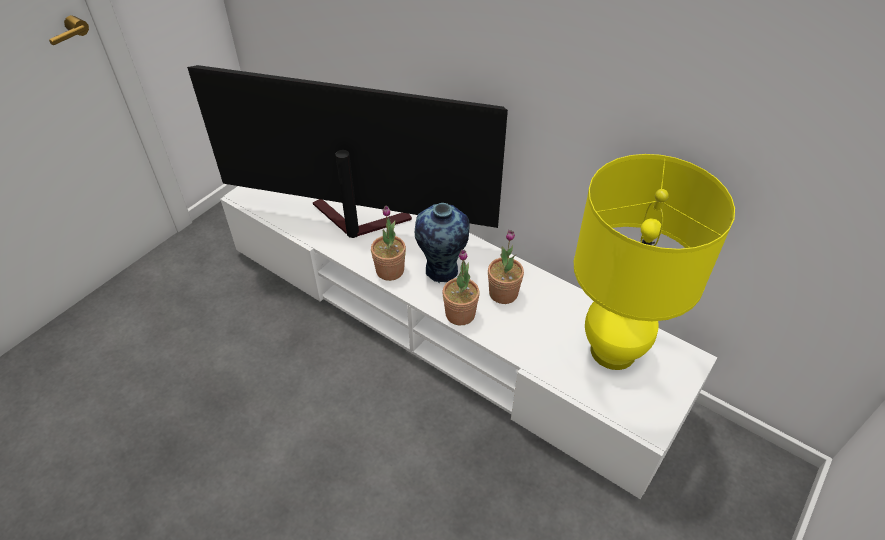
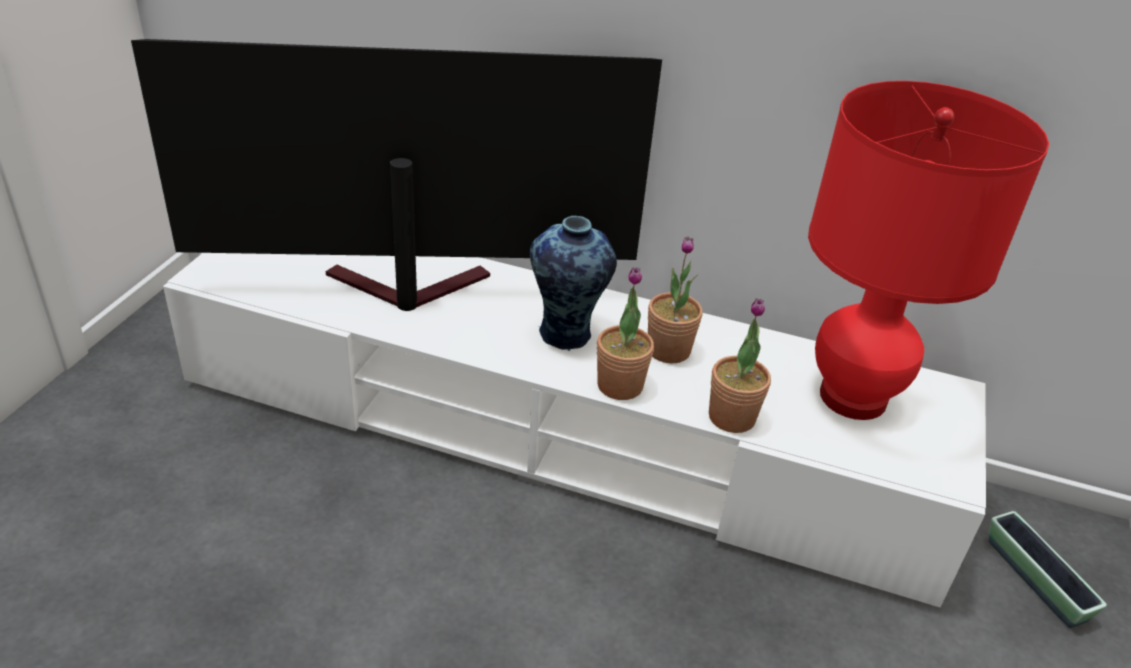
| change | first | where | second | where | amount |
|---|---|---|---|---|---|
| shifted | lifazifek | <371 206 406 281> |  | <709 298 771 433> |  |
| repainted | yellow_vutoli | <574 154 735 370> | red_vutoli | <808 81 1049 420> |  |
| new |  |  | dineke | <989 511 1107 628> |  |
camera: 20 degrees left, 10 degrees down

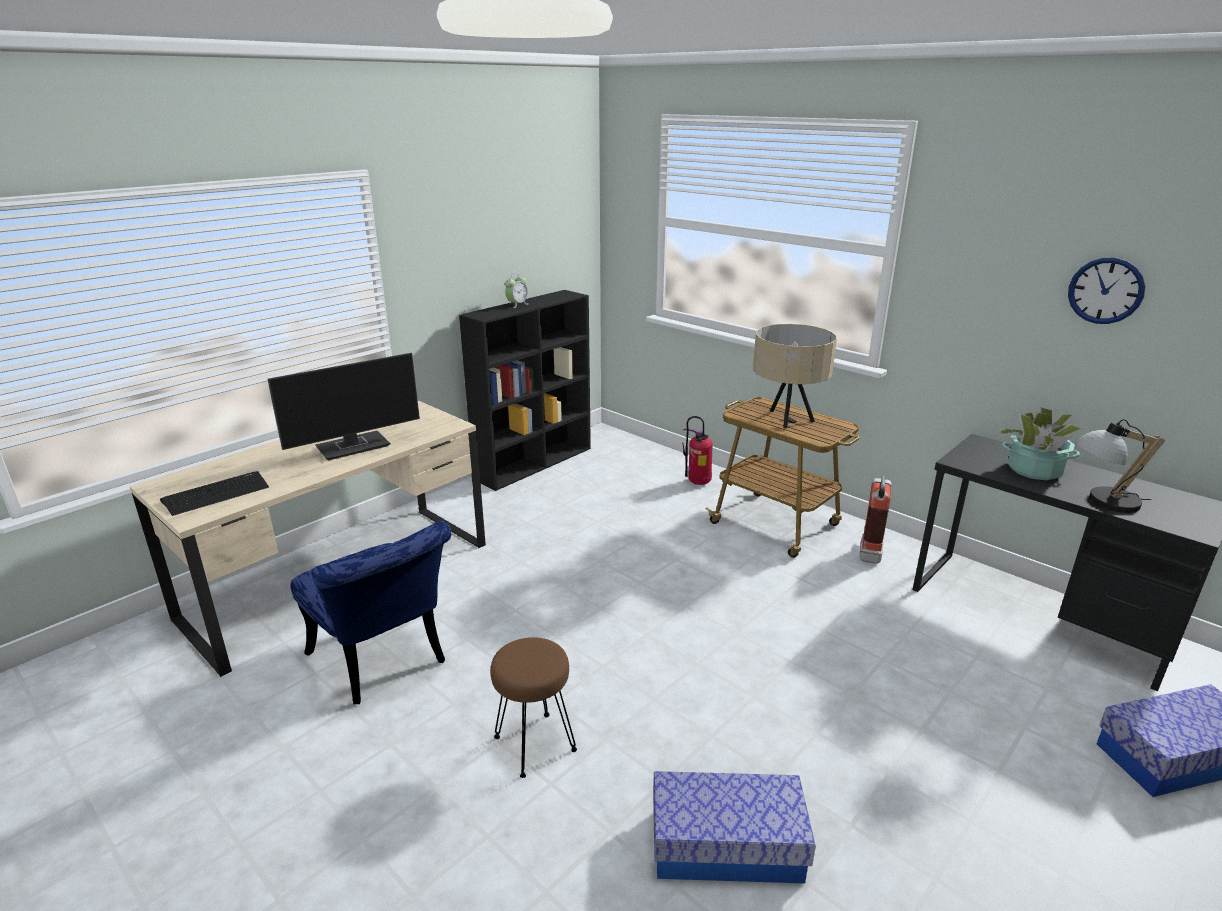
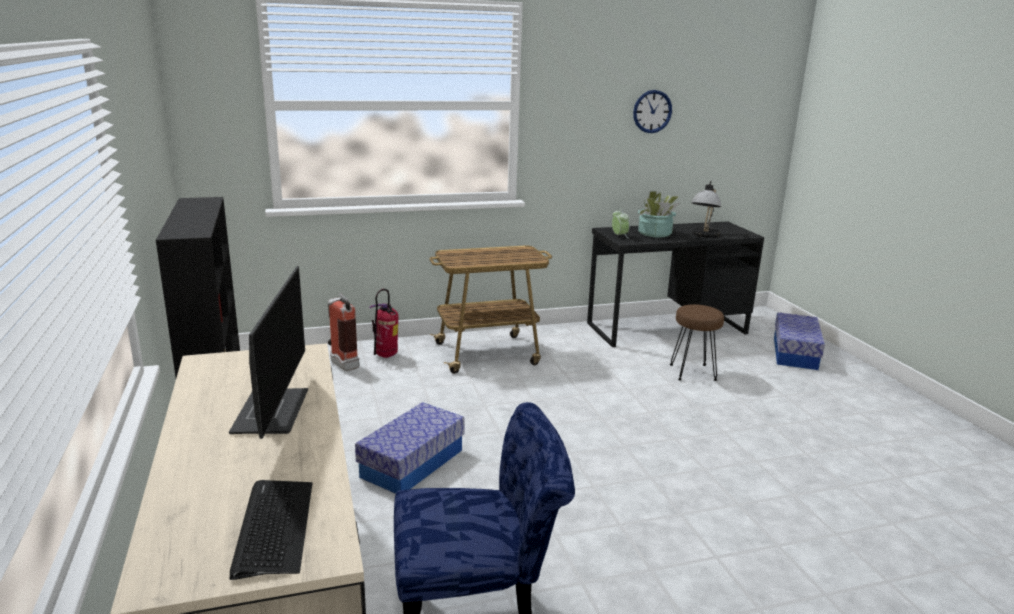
| change | first | where | second | where | amount |
|---|---|---|---|---|---|
| shifted | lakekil | <859 476 892 564> |  | <328 293 359 371> |  |
| shifted | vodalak | <653 771 816 883> |  | <355 402 465 494> |  |
| shifted | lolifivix | <505 273 528 308> |  | <612 208 629 239> |  |
| shifted | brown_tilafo | <491 637 577 778> |  | <670 304 724 381> |  |
| gone | beige_vutoli | <753 324 837 429> |  |  |  |
camera: 60 degrees left, 5 degrees down

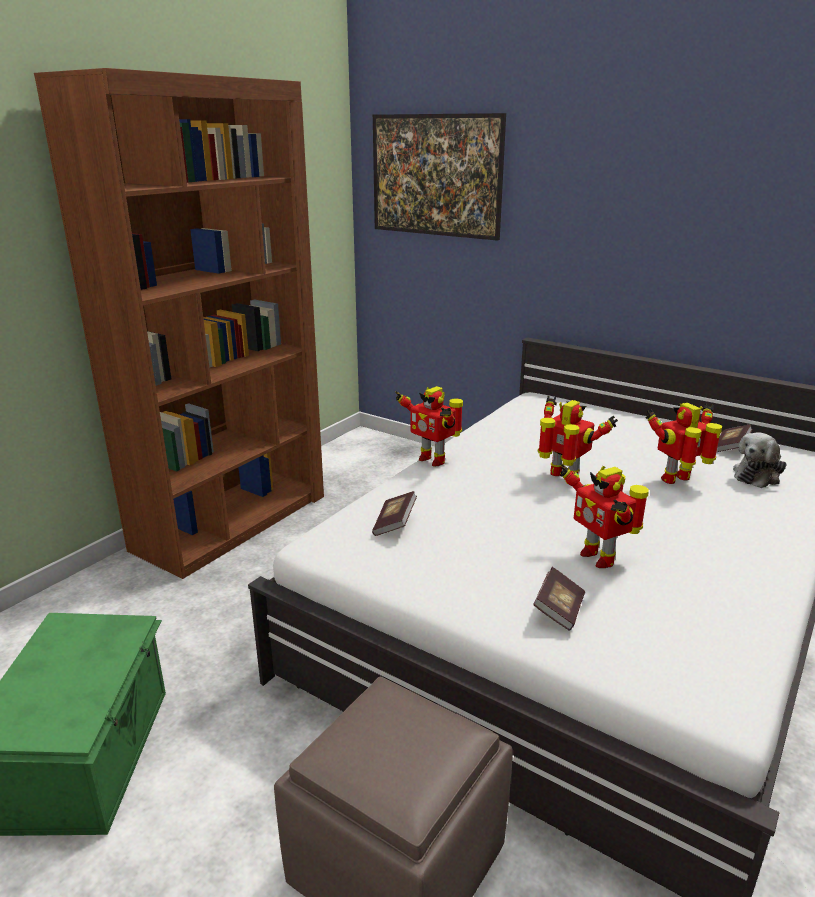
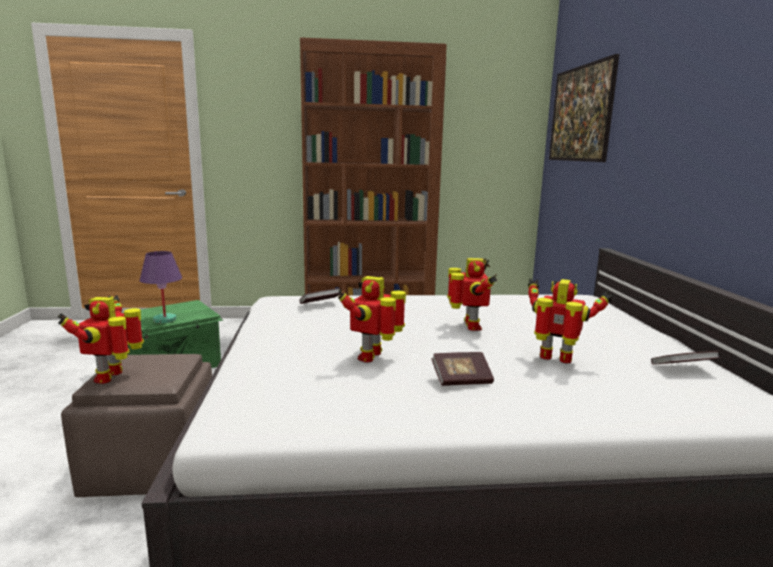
| change | first | where | second | where | amount |
|---|---|---|---|---|---|
| shifted | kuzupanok | <396 386 463 467> |  | <58 295 144 384> |  |
| new |  |  | purple_vutoli | <140 251 182 323> |  |
| shifted | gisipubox | <533 567 585 631> |  | <431 352 494 386> |  |
| gone | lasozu | <733 432 786 488> |  |  |  |
camera: 50 degrees right, 10 degrees down

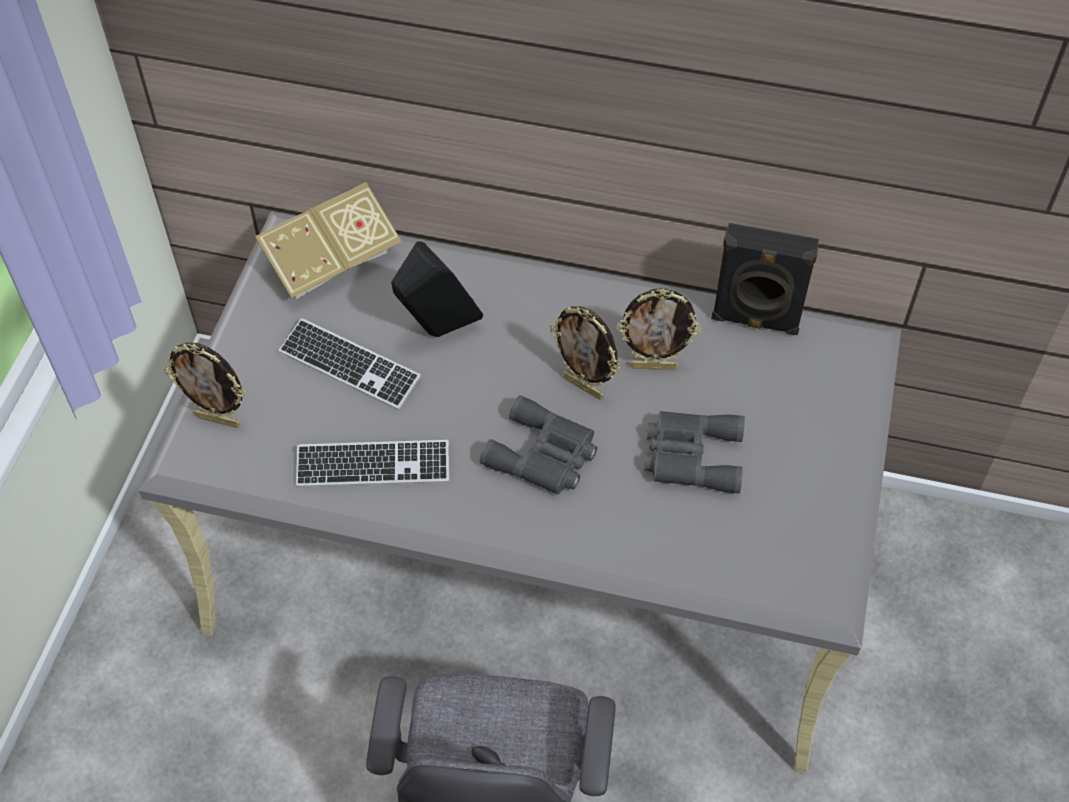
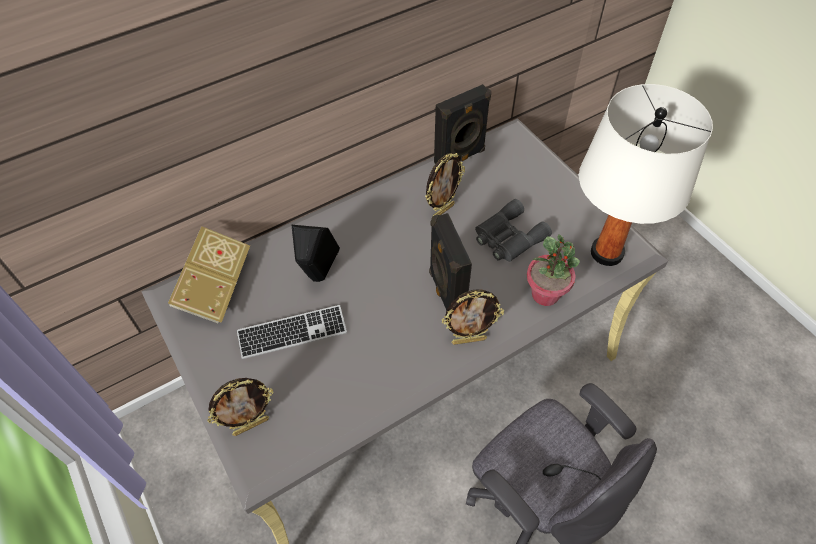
| change | first | where | second | where | amount |
|---|---|---|---|---|---|
| swapped | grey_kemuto | <480 395 597 495> | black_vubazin | <429 213 472 311> |  |
| shifted | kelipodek | <550 306 620 400> |  | <442 290 504 345> |  |
| new |  |  | lifazifek | <527 234 580 306> |  |
| new |  |  | white_vutoli | <579 84 713 266> |  |
| gone | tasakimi | <296 440 449 487> |  |  |  |
camera: 45 degrees left, 0 degrees up

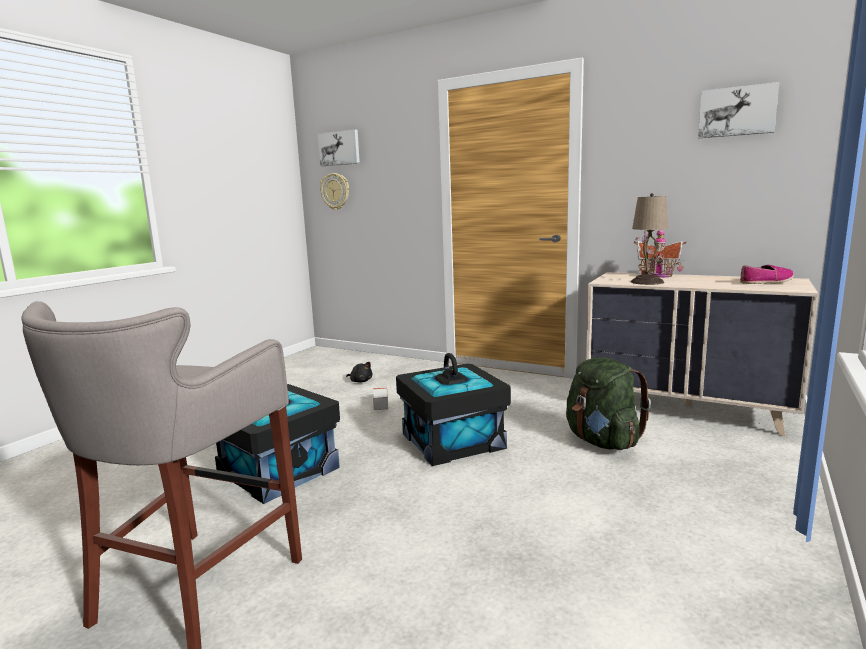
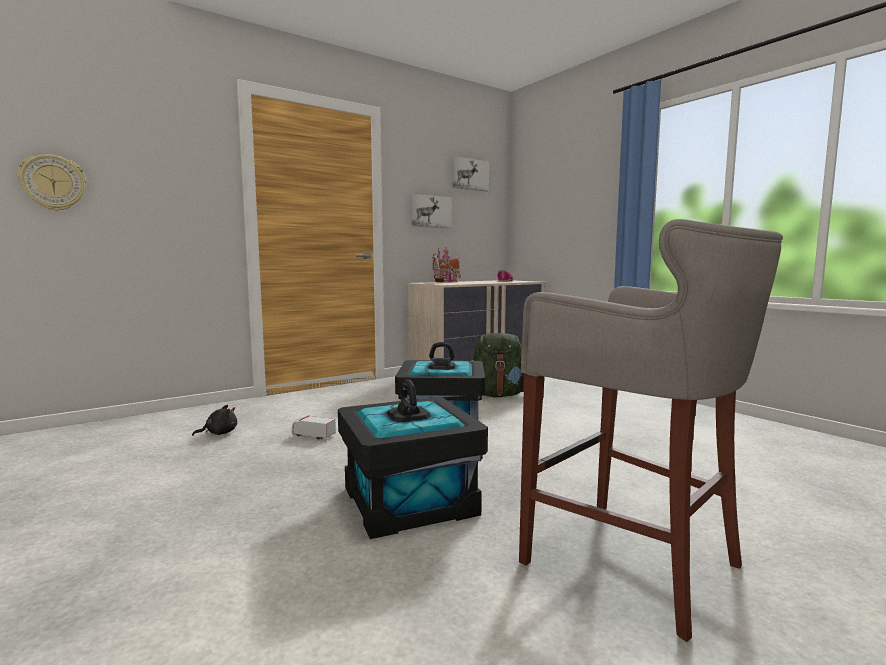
| change | first | where | second | where | amount |
|---|---|---|---|---|---|
| shifted | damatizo | <318 129 360 166> |  | <411 194 451 228> |  |
| gone | beige_vutoli | <631 193 668 285> |  |  |  |
camera: 65 degrees left, 5 degrees down

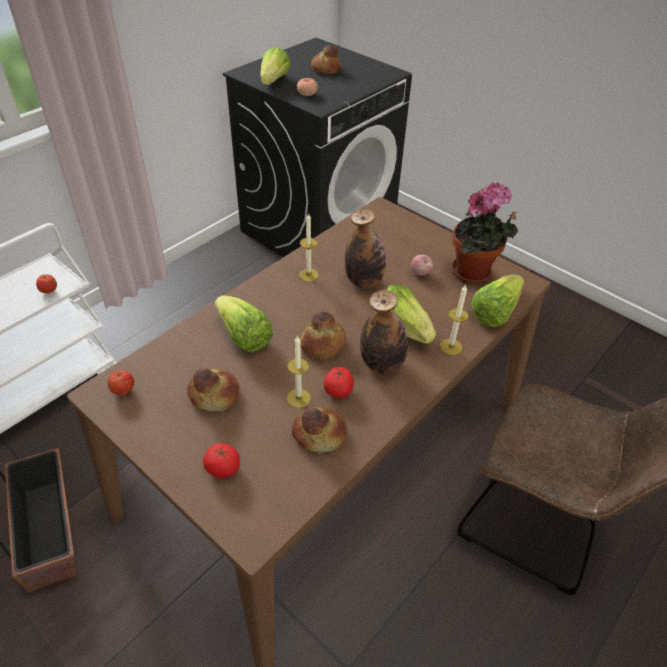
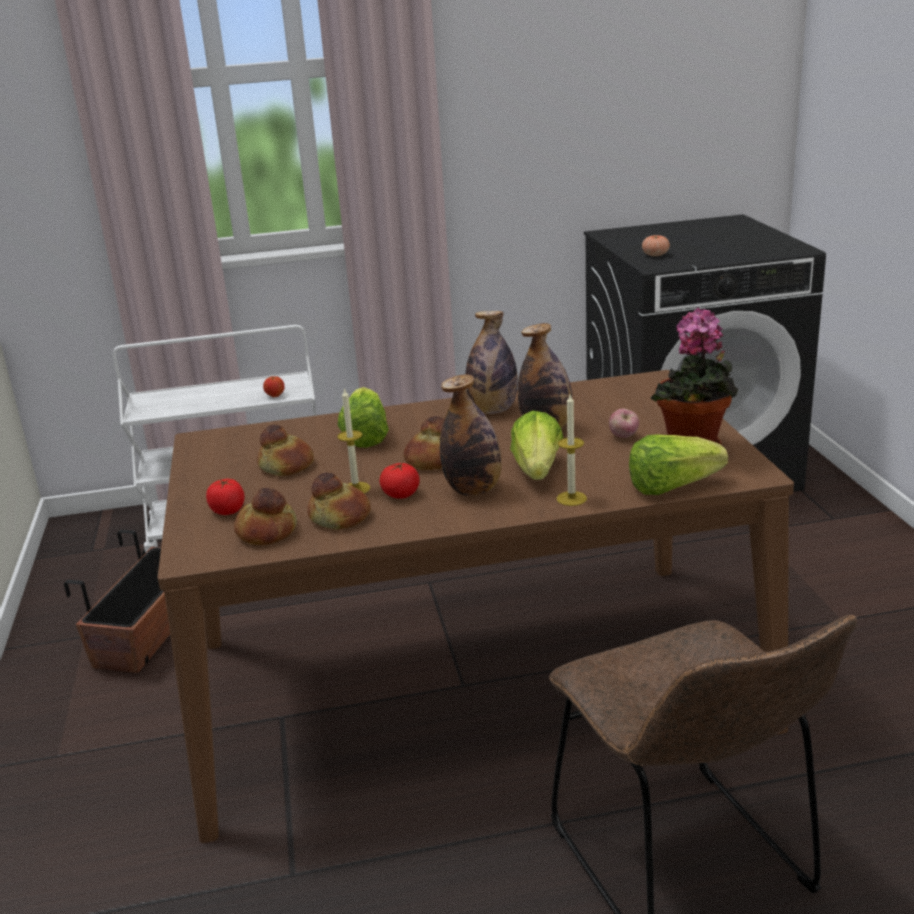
| change | first | where | second | where | amount |
|---|---|---|---|---|---|
| shifted | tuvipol | <311 45 341 74> |  | <234 488 297 545> |  |
| swapped | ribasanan | <299 213 319 282> | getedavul | <466 311 518 414> |  |
| gone | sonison | <108 370 134 395> |  |  |  |
| gone | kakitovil | <260 47 291 85> |  |  |  |
camera: 40 degrees right, 20 degrees down

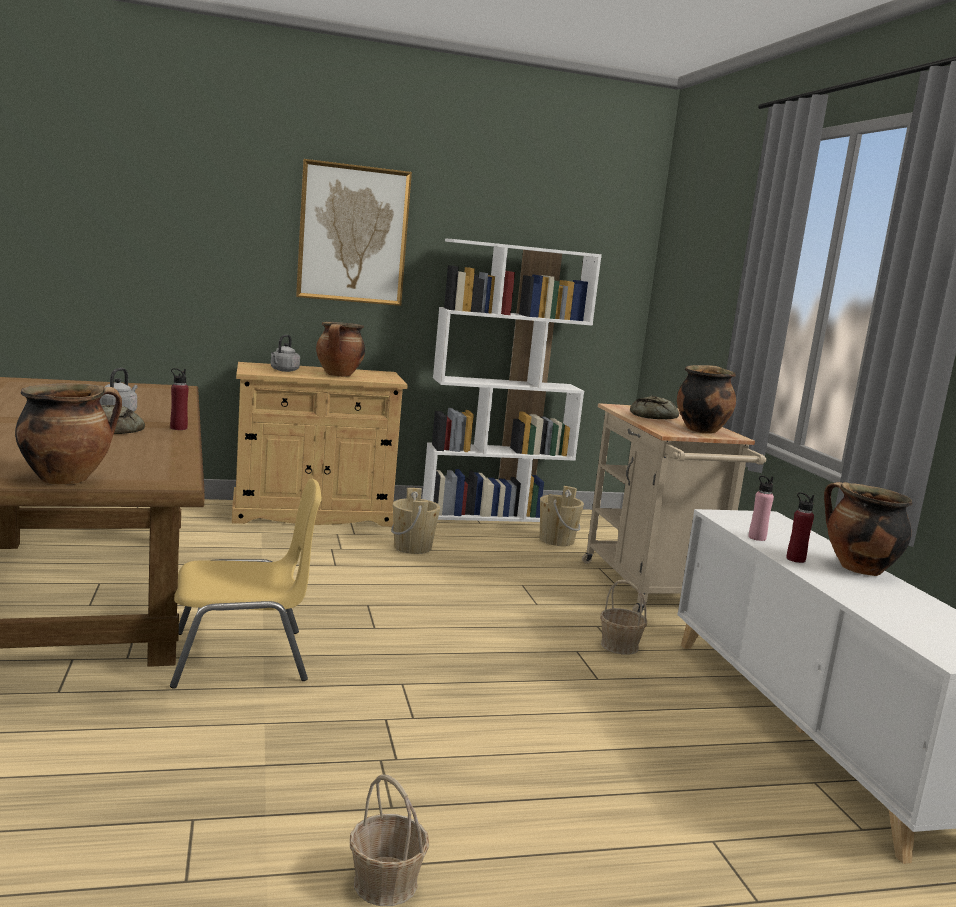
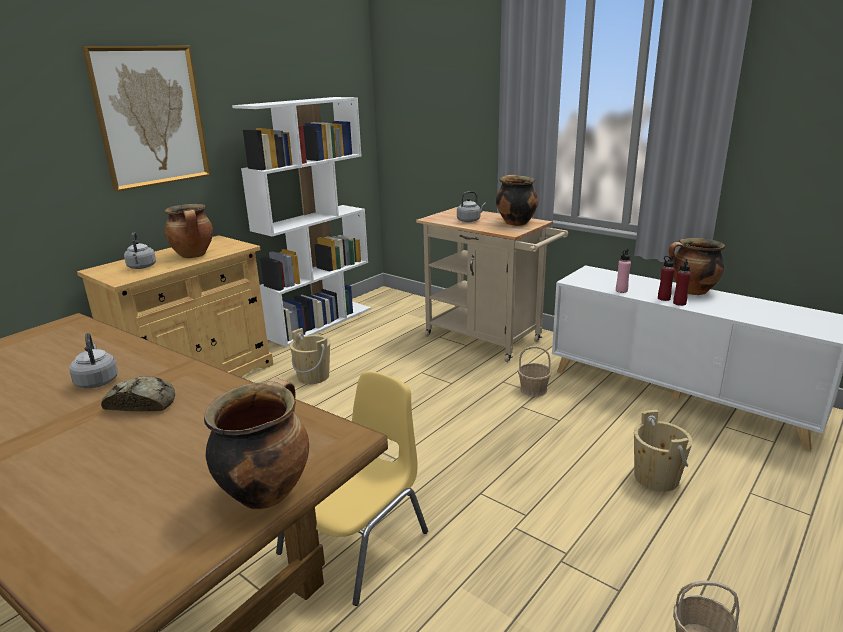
| change | first | where | second | where | amount |
|---|---|---|---|---|---|
| swapped | tuvipol | <630 395 679 419> | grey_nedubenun | <457 191 486 222> |  |
| shifted | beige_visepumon | <540 486 584 546> |  | <634 410 693 492> |  |
| shifted | red_getedavul | <170 368 189 430> |  | <673 259 691 306> |  |
camera: 35 degrees left, 10 degrees up

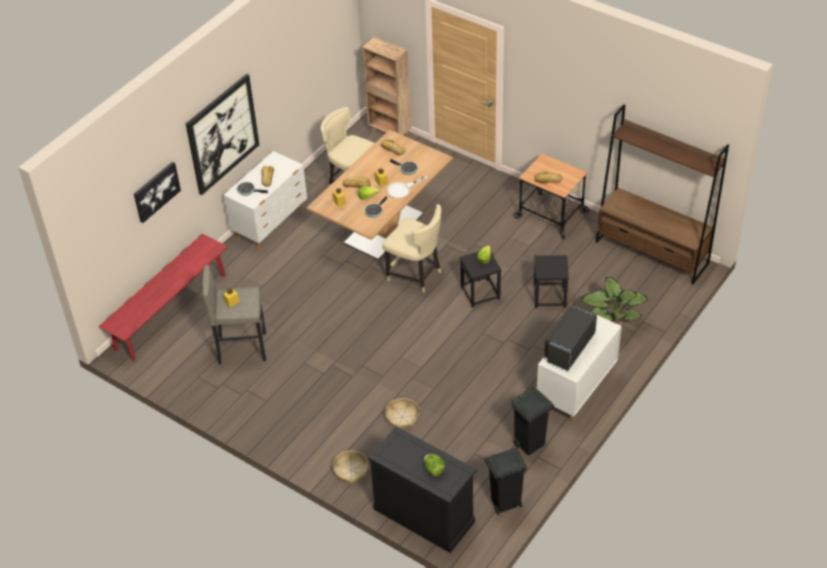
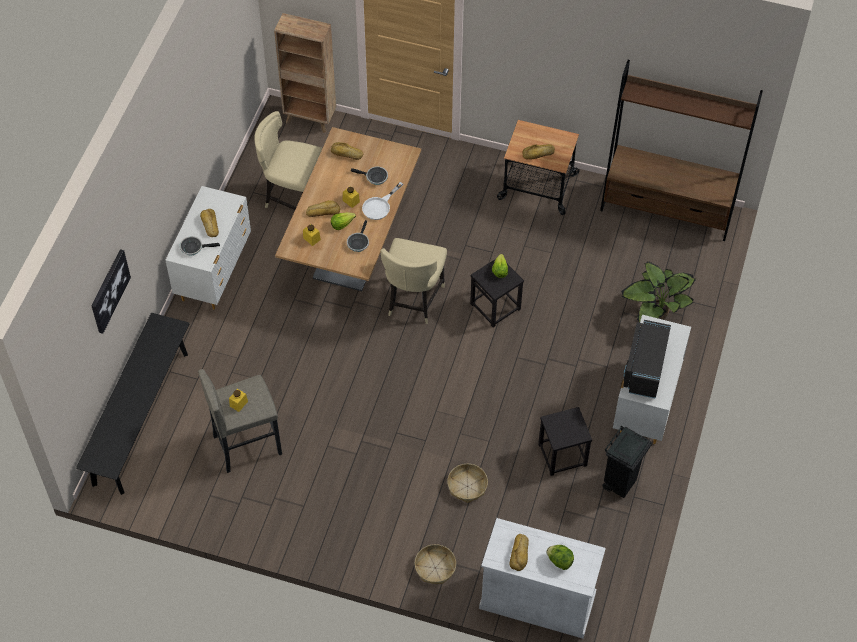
| change | first | where | second | where | amount |
|---|---|---|---|---|---|
| repainted | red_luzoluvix | <99 234 228 361> | black_luzoluvix | <76 313 190 495> |  |
| rotated | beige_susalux | <382 204 441 293> |  | <380 238 447 324> | 90 degrees clockwise |
| repainted | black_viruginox | <368 426 477 553> | white_viruginox | <479 518 606 639> |  |
| new |  |  | tuvipol | <510 534 529 571> |  |
| shifted | black_tilafo | <534 255 569 308> |  | <538 407 592 476> |  |
| gone | damatizo | <186 74 259 195> |  |  |  |
| gone | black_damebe | <484 448 527 515> |  |  |  |
camera: 20 degrees left, 10 degrees up

